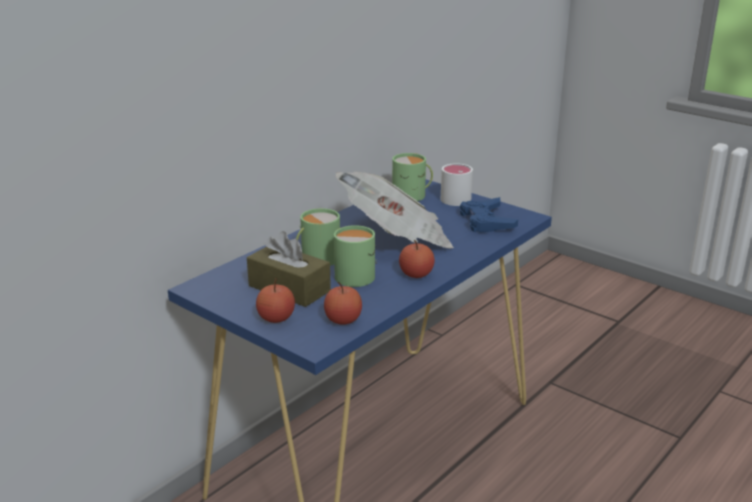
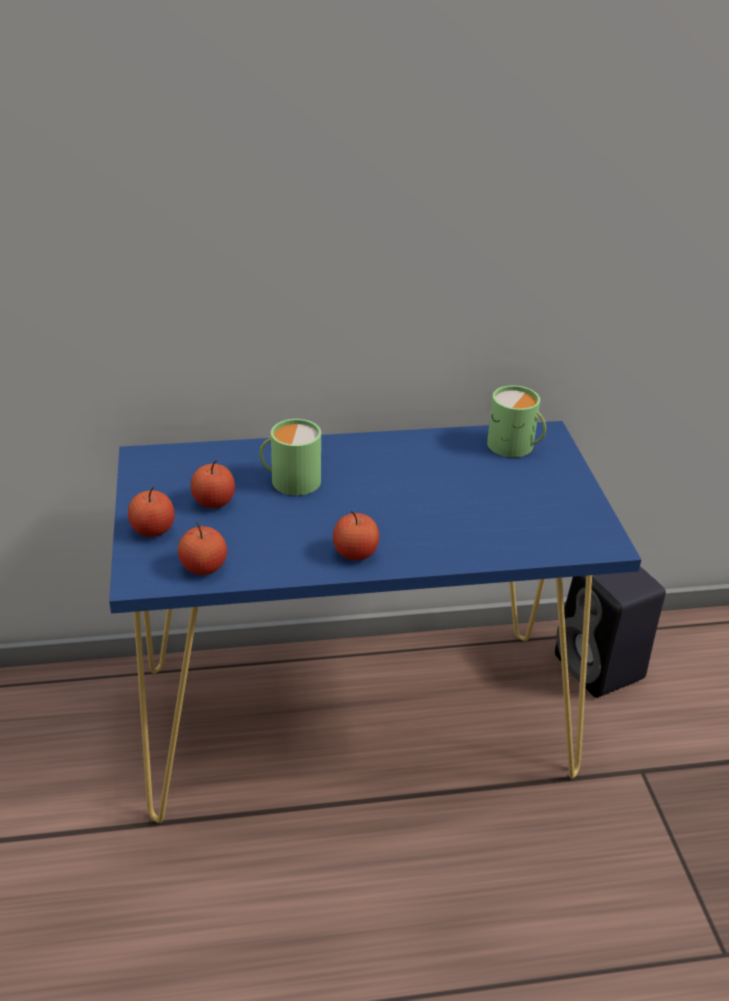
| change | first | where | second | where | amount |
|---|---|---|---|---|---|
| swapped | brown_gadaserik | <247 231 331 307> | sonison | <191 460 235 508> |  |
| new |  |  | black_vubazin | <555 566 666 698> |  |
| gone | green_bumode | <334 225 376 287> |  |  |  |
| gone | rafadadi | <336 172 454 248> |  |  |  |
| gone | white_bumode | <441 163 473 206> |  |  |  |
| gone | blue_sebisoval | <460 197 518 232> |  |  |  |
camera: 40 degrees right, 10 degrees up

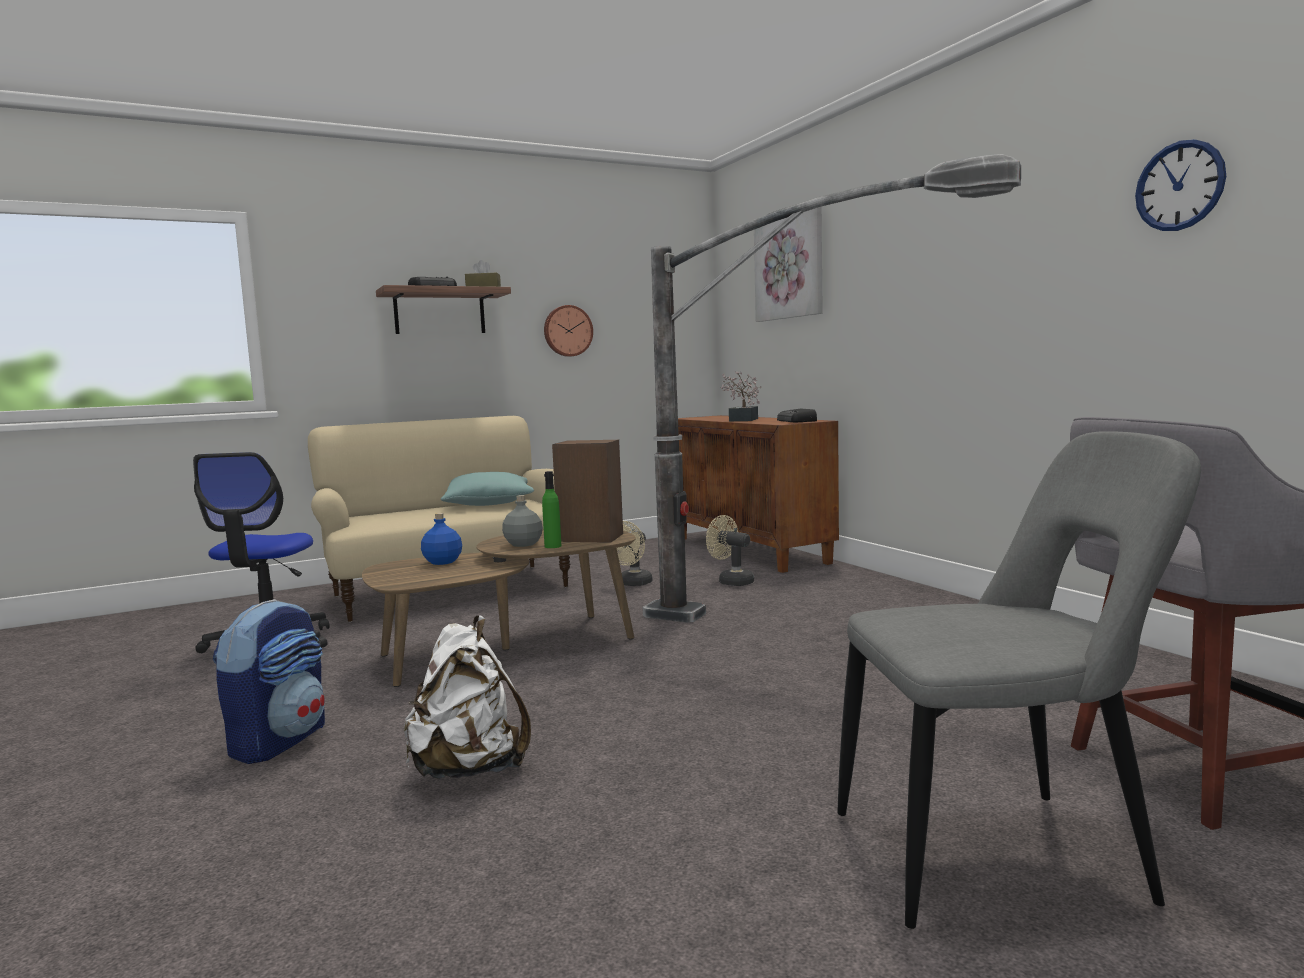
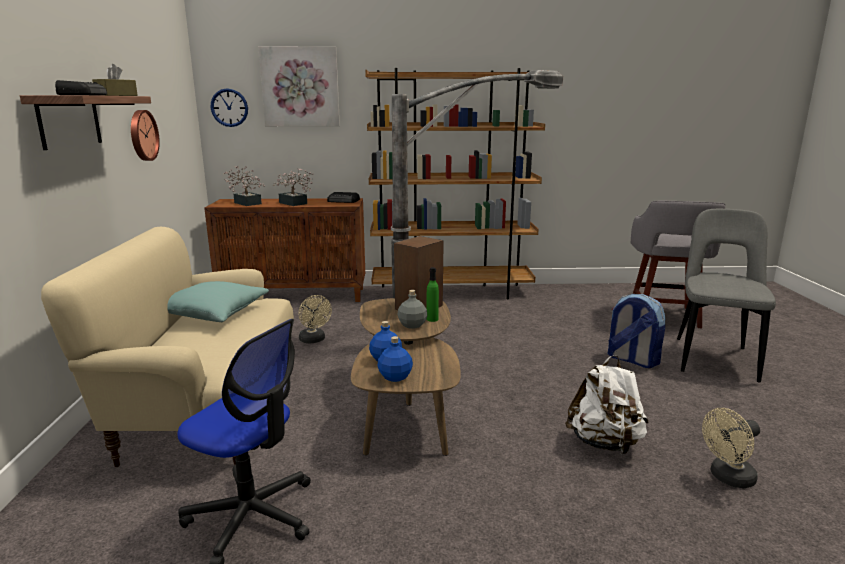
| change | first | where | second | where | amount |
|---|---|---|---|---|---|
| shifted | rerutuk | <1135 139 1226 231> |  | <211 88 248 127> |  |
| new |  |  | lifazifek | <224 165 264 206> |  |
| new |  |  | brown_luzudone | <365 68 545 299> |  |
| new |  |  | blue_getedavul | <378 336 413 382> |  |
| shifted | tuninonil | <213 599 325 764> |  | <608 294 666 368> |  |
| shifted | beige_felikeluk | <706 515 754 586> |  | <702 408 760 488> |  |
camera: 65 degrees left, 10 degrees up

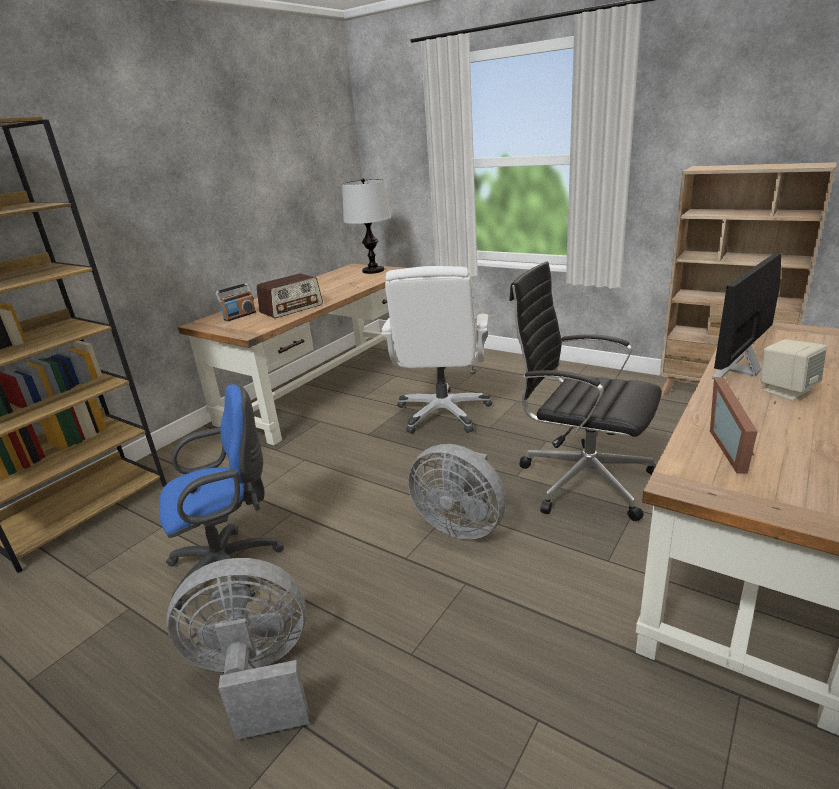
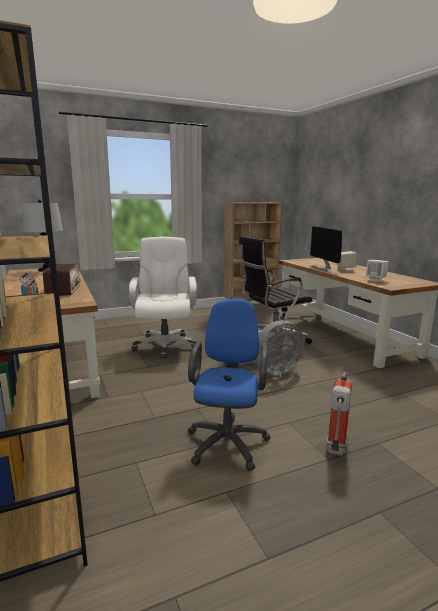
| change | first | where | second | where | amount |
|---|---|---|---|---|---|
| rotated | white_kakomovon | <381 266 492 433> |  | <129 236 197 358> | 135 degrees counterclockwise |
| swapped | grey_felikeluk | <167 558 309 740> | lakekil | <326 372 352 456> |  |
| swapped | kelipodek | <710 377 758 474> | white_vubazin | <366 260 389 282> |  |
camera: 60 degrees left, 10 degrees down

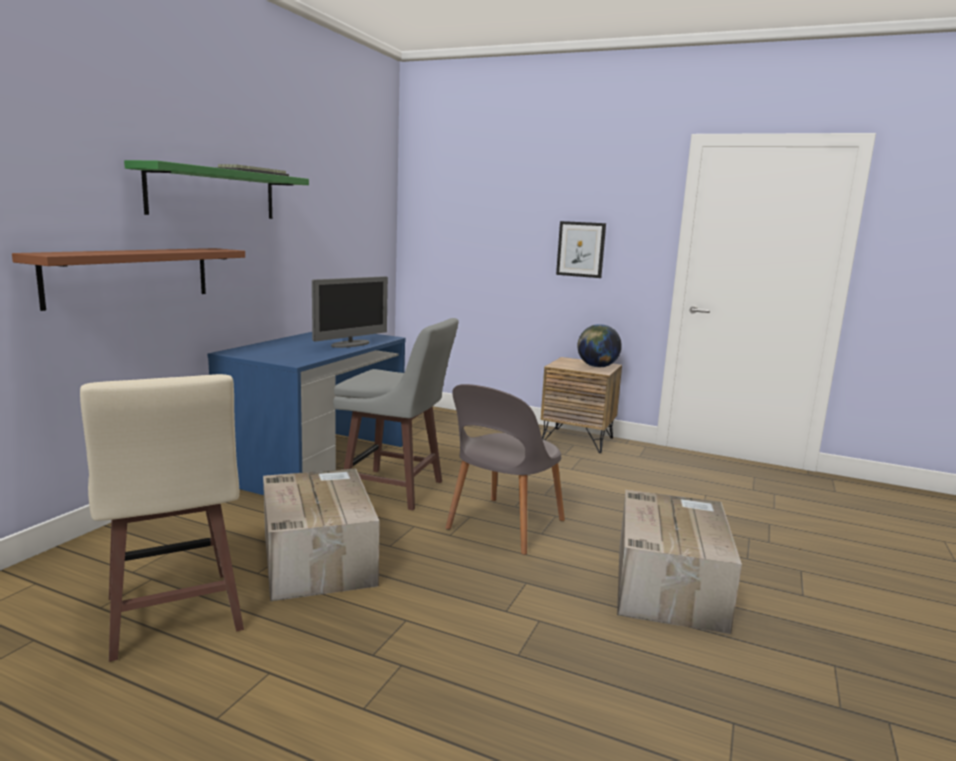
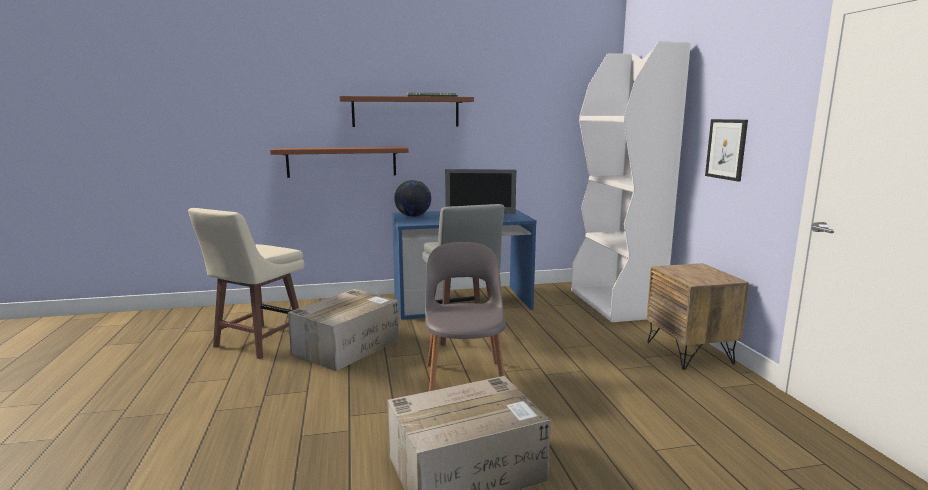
| change | first | where | second | where | amount |
|---|---|---|---|---|---|
| repainted | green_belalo | <124 160 309 219> | brown_belalo | <340 96 474 127> |  |
| shifted | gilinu | <578 324 622 367> |  | <394 180 431 217> |  |
| rotated | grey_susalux | <445 384 565 555> |  | <425 242 506 391> | 90 degrees clockwise |
| new |  |  | white_luzudone | <571 41 691 322> |  |
camera: 55 degrees right, 0 degrees up

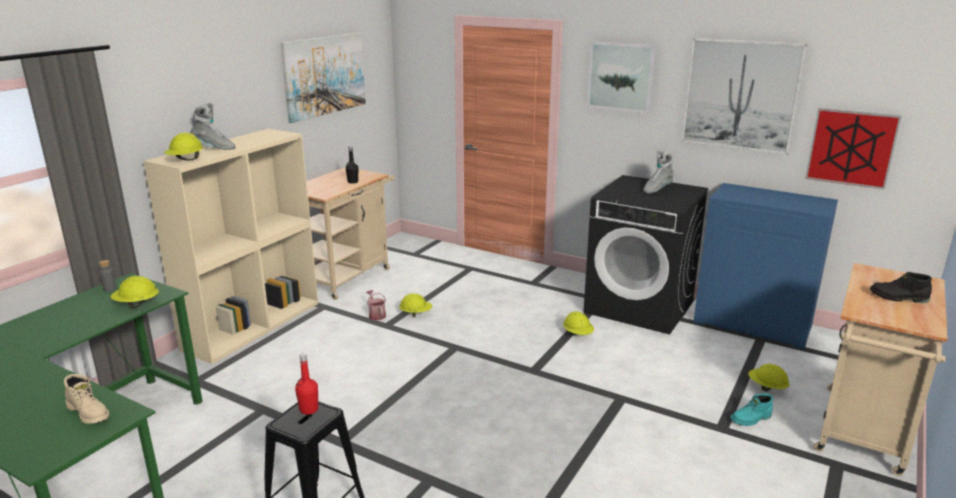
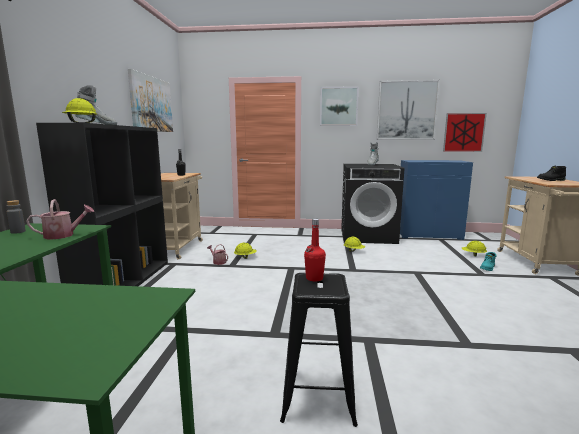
| change | first | where | second | where | amount |
|---|---|---|---|---|---|
| swapped | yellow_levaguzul | <111 276 159 308> | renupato | <26 199 94 239> |  |
| repainted | beige_luzudone | <143 129 318 364> | black_luzudone | <36 123 168 286> |  |
| gone | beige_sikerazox | <64 374 109 424> |  |  |  |
camera: 25 degrees left, 10 degrees down

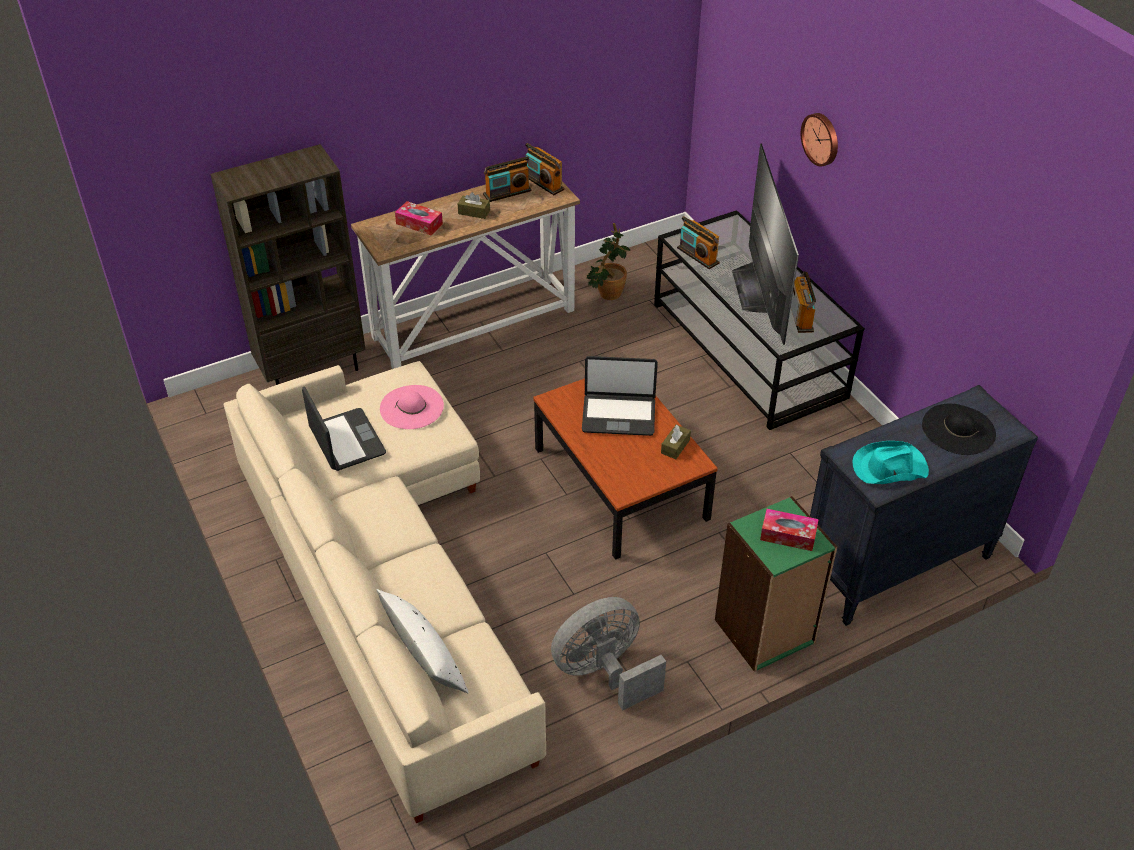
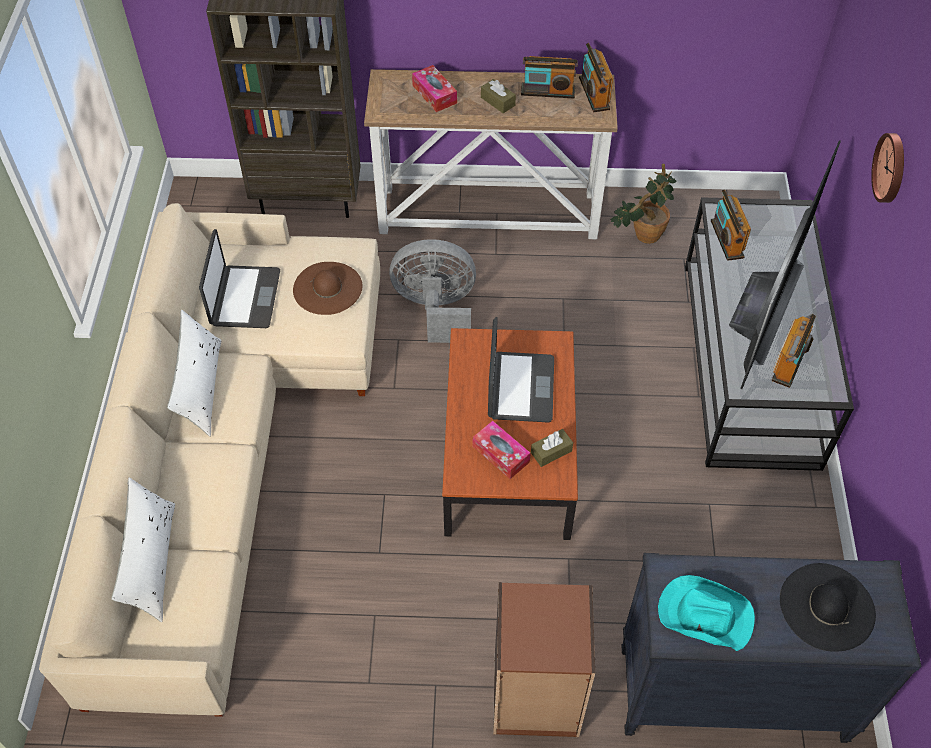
| change | first | where | second | where | amount |
|---|---|---|---|---|---|
| new |  |  | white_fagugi | <167 310 221 437> |  |
| repainted | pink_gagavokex | <380 385 444 429> | brown_gagavokex | <293 262 362 315> |  |
| shifted | grey_felikeluk | <551 597 666 710> |  | <389 239 476 343> |  |
| shifted | gadaserik | <760 509 819 551> |  | <473 421 531 479> |  |
| rotated | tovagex | <582 356 658 436> |  | <488 317 554 422> | 120 degrees counterclockwise |
| repainted | green_luzudone | <715 496 837 672> | brown_luzudone | <493 582 595 737> |  |
camera: 30 degrees right, 10 degrees up

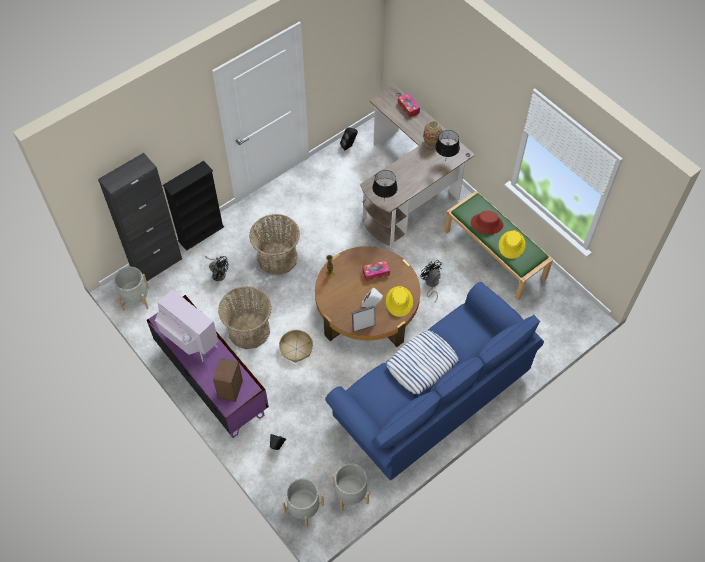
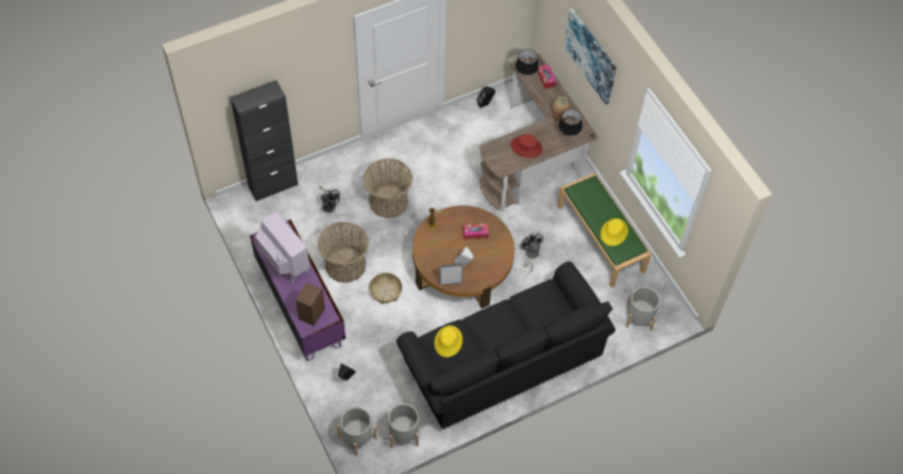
| change | first | where | second | where | amount |
|---|---|---|---|---|---|
| repainted | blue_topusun | <325 282 544 481> | black_topusun | <396 261 616 429> |  |
| shifted | yellow_gagavokex | <386 286 413 317> |  | <434 325 463 357> |  |
| shifted | red_gagavokex | <471 211 503 234> |  | <511 134 543 158> |  |
| shifted | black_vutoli | <372 170 398 202> |  | <516 49 539 75> |  |
| new |  |  | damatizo | <564 8 616 105> |  |
| shifted | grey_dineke | <114 267 149 311> |  | <626 287 660 331> |  |
| gone | black_luzudone | <162 161 224 251> |  |  |  |
| gone | fagugi | <387 330 458 394> |  |  |  |
camera: 10 degrees right, 0 degrees up

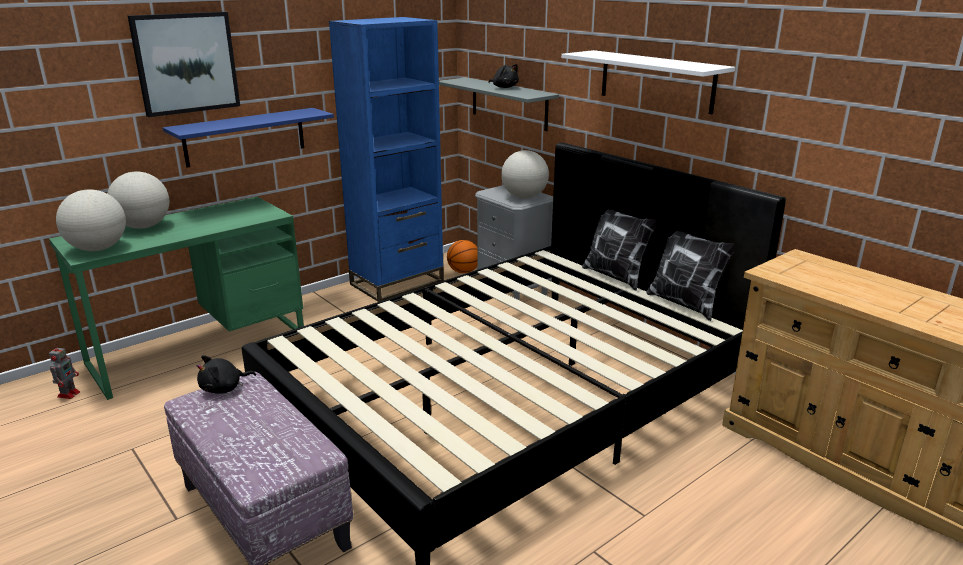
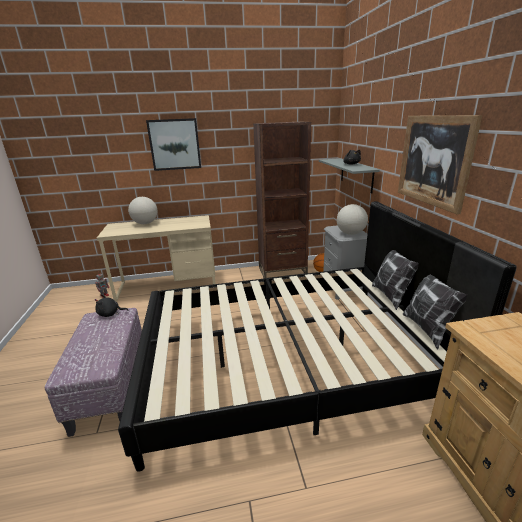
| change | first | where | second | where | amount |
|---|---|---|---|---|---|
| repainted | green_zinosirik | <49 197 304 400> | beige_zinosirik | <97 215 216 302> |  |
| repainted | blue_luzudone | <329 17 444 302> | brown_luzudone | <253 122 311 278> |  |
| swapped | white_belalo | <561 50 735 114> | damatizo | <398 115 482 215> |  |
| gone | gilinu | <56 189 126 251> |  |  |  |
| gone | blue_belalo | <163 108 334 168> |  |  |  |
camera: 30 degrees right, 0 degrees up

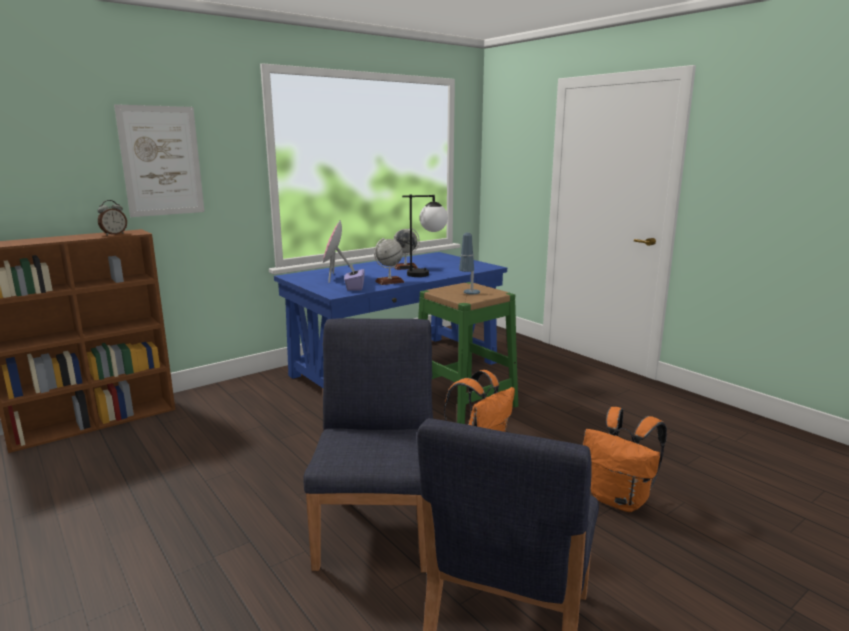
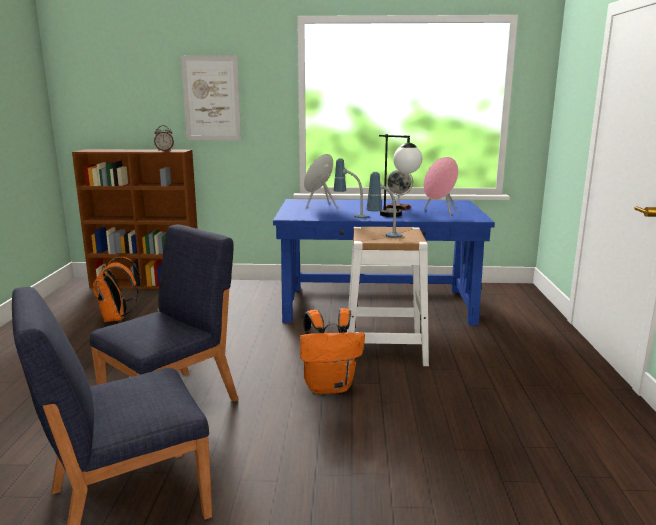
| change | first | where | second | where | amount |
|---|---|---|---|---|---|
| shifted | orange_tuninonil | <583 407 667 512> |  | <93 257 142 322> |  |
| swapped | gilinu | <374 238 404 285> | vutoli | <334 158 369 218> |  |
| repainted | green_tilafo | <418 282 518 424> | white_tilafo | <347 227 429 366> |  |
| new |  |  | pink_vubazin | <424 157 458 217> |  |
| gone | purple_gadaserik | <344 265 365 291> |  |  |  |
camera: 40 degrees right, 0 degrees up

